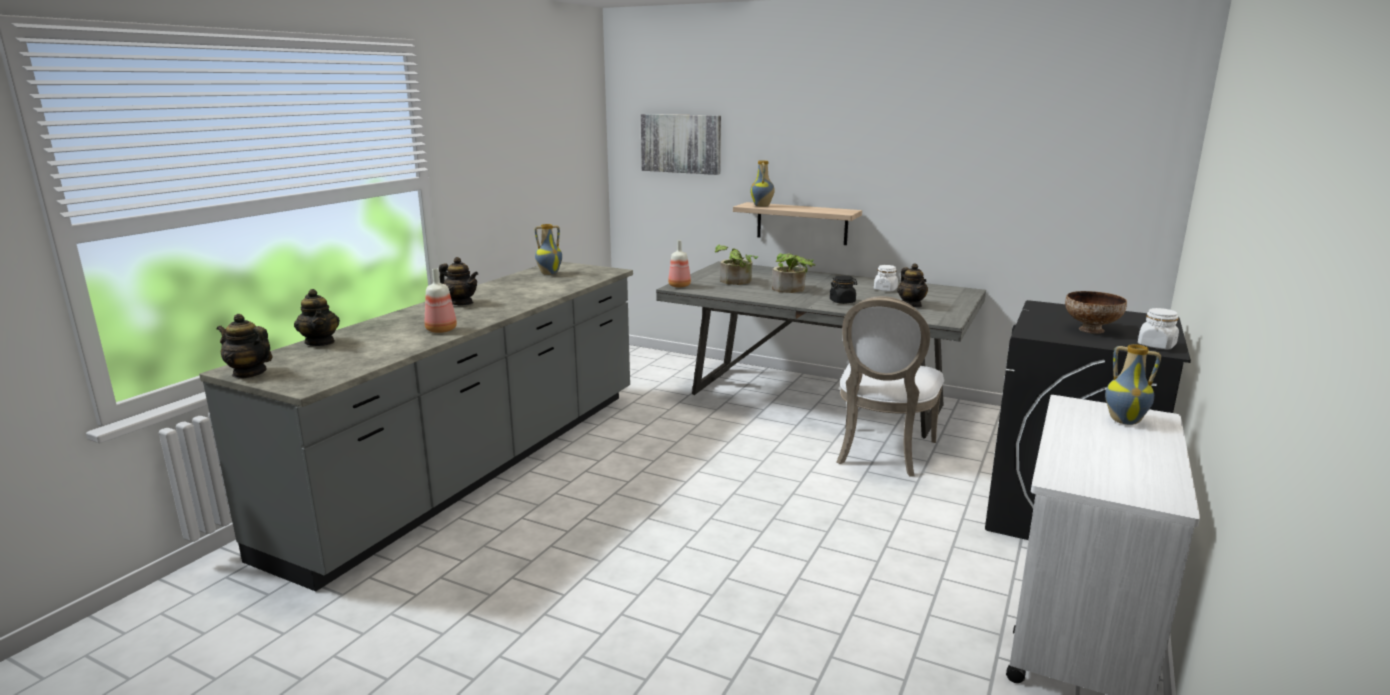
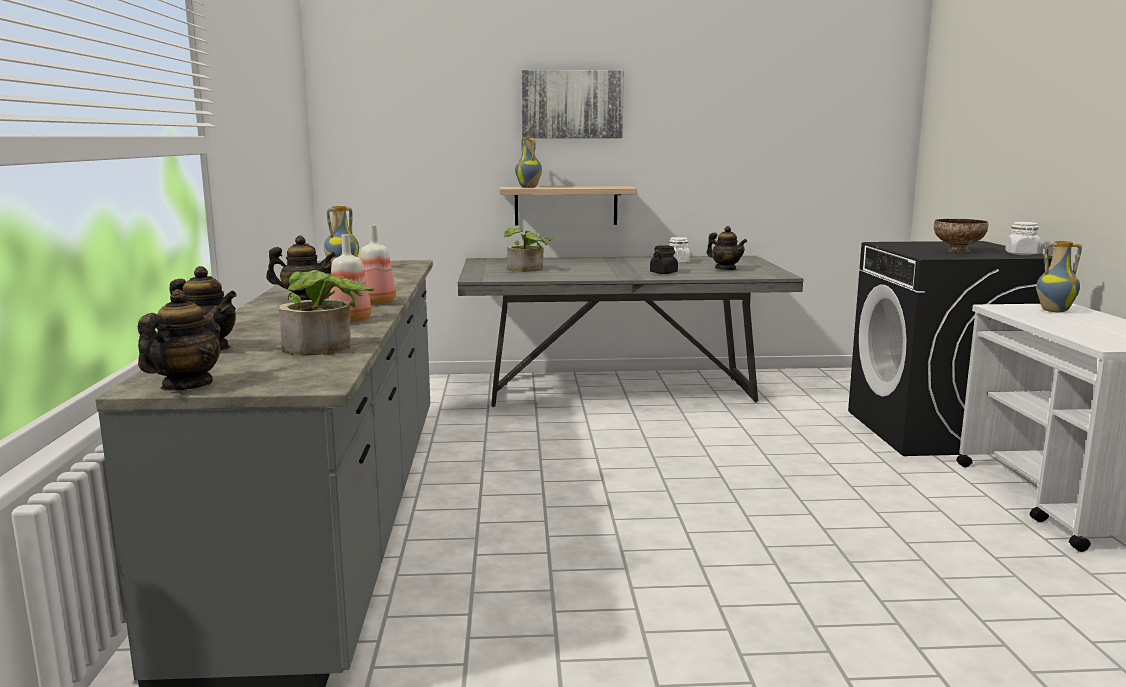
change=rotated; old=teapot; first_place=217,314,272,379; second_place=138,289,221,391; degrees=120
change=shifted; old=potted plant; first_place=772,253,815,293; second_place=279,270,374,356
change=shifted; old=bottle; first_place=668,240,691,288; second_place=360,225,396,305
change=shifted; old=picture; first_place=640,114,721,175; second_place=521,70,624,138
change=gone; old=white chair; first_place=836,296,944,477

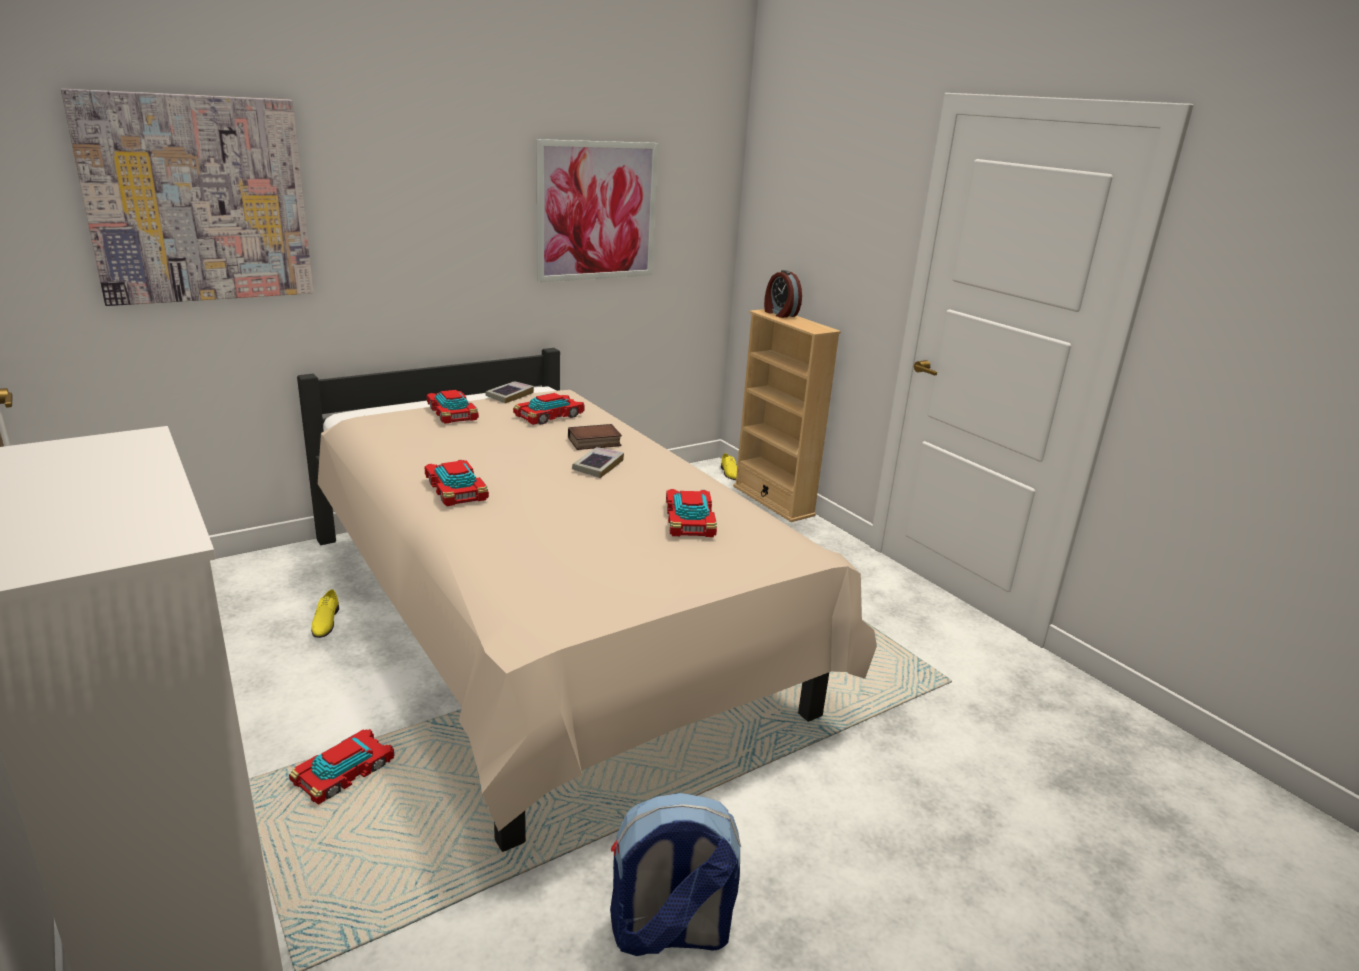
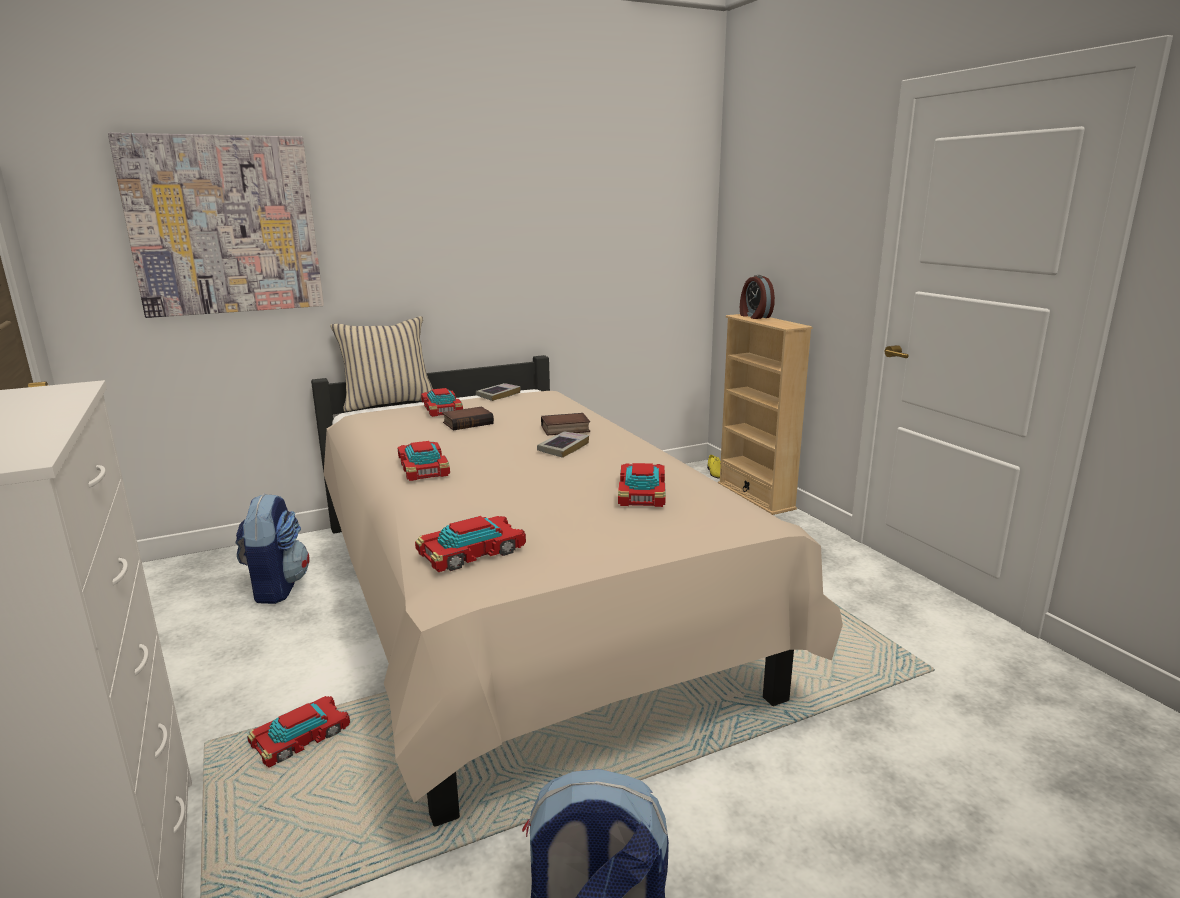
change=new; new=backpack; second_place=235,493,310,604
change=new; new=beige pillow; second_place=330,316,433,412
change=shifted; old=toy car; first_place=513,393,585,425; second_place=415,516,526,572
change=new; new=book; second_place=442,406,494,430
change=gone; old=yellow shoe; first_place=311,590,339,638
change=gone; old=picture; first_place=537,139,658,282

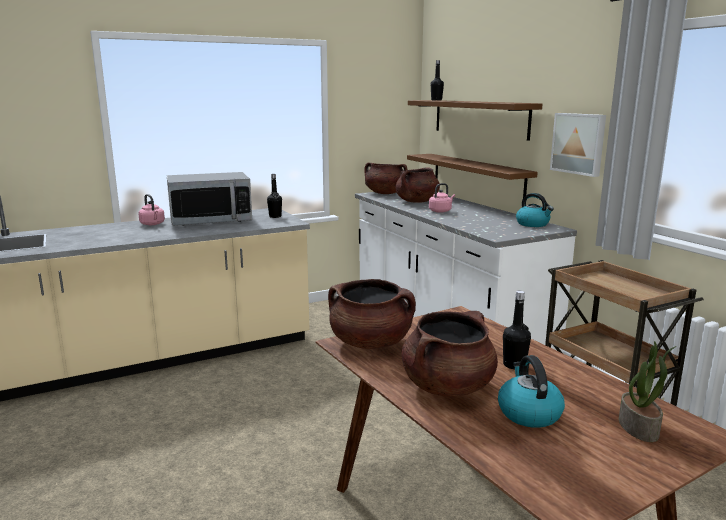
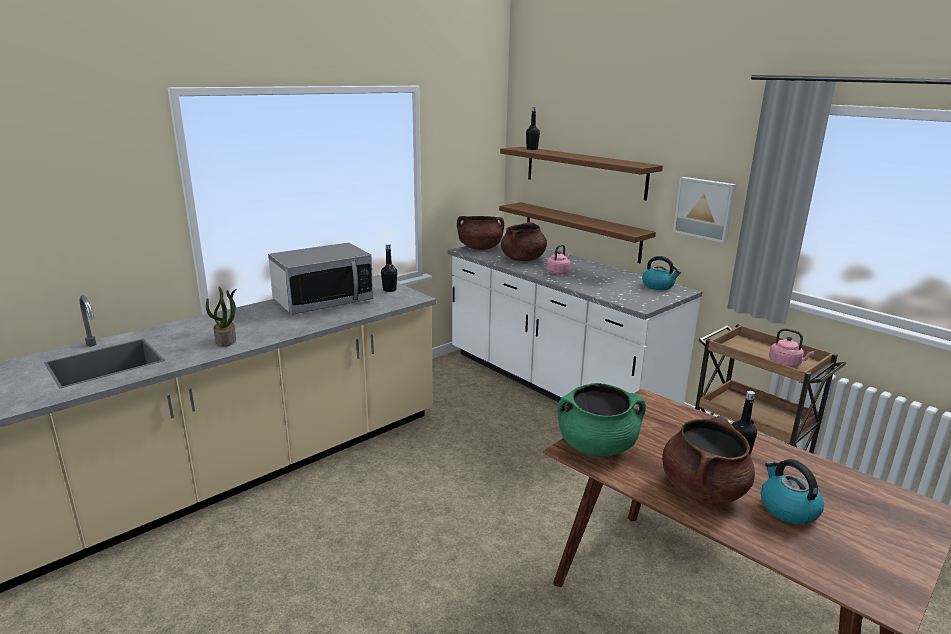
change=shifted; old=potted plant; first_place=619,341,676,442; second_place=206,287,237,347
change=repainted; old=brown cooking pot; new=green cooking pot; first_place=328,279,416,349; second_place=557,383,646,456
change=shifted; old=pink kettle; first_place=138,194,165,225; second_place=769,329,814,367

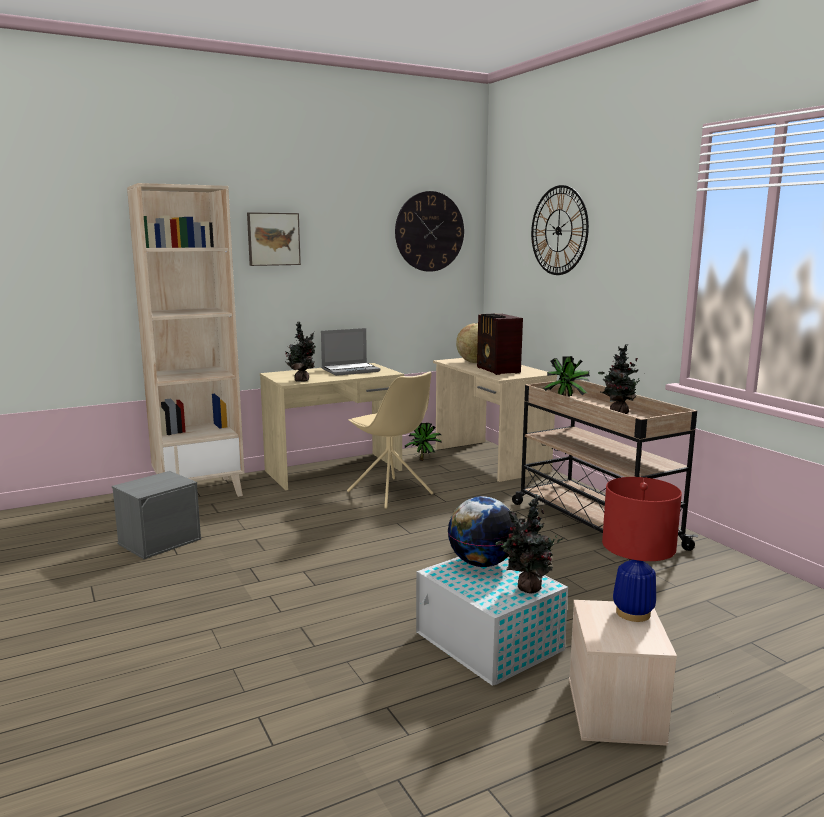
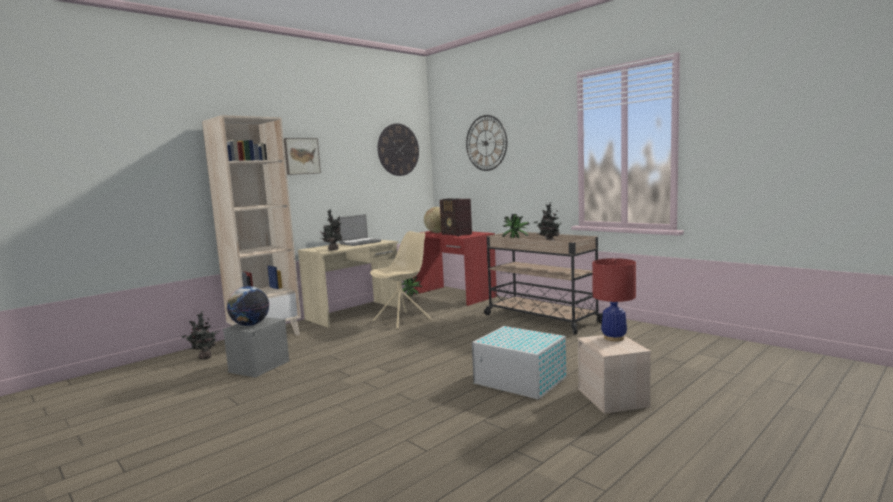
change=shifted; old=potted plant; first_place=495,494,564,594; second_place=182,311,220,360
change=shifted; old=globe; first_place=448,496,515,567; second_place=227,286,269,326
change=rotated; old=beige chair; first_place=347,371,433,509; second_place=370,231,431,329; degrees=-75
change=repainted; old=beige desk; new=red desk; first_place=433,358,557,482; second_place=413,231,497,306

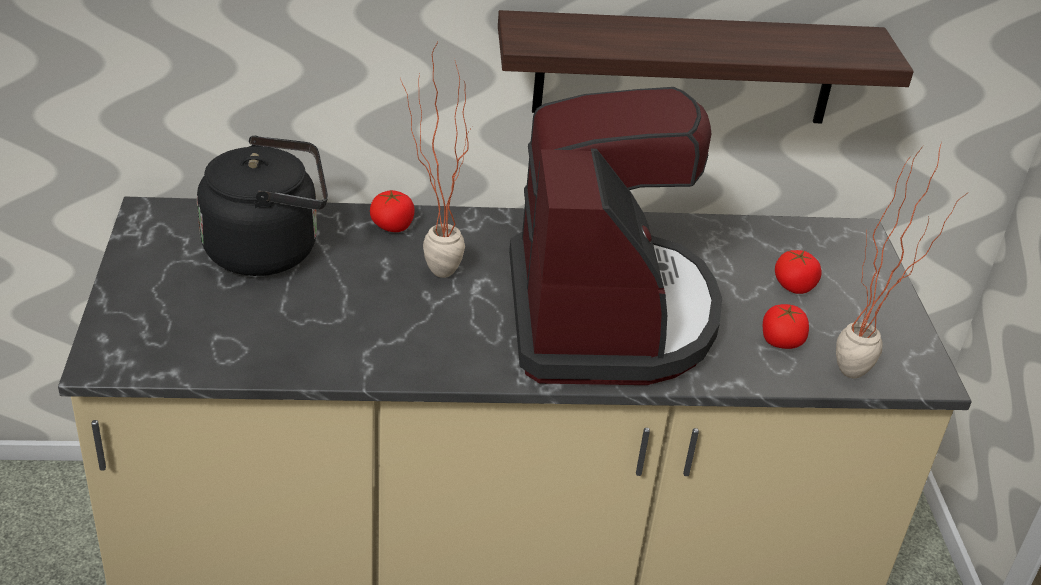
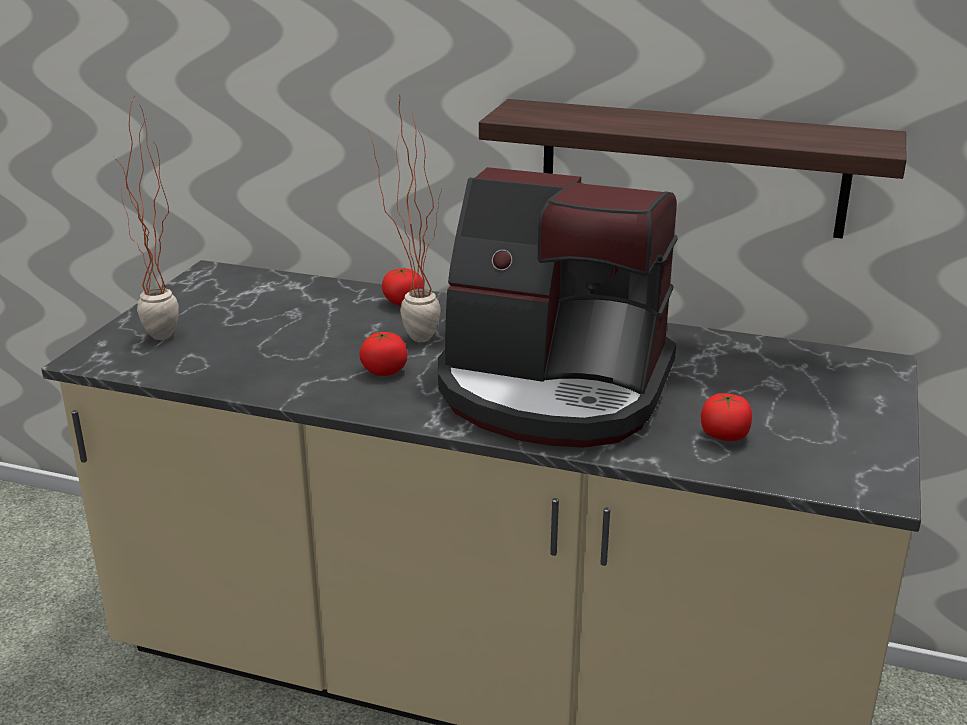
change=shifted; old=potted plant; first_place=836,142,966,378; second_place=112,97,179,340
change=shifted; old=tomato; first_place=775,250,822,294; second_place=359,332,408,376
change=rotated; old=coffee machine; first_place=509,87,722,385; second_place=438,167,678,448; degrees=90
change=gone; old=black kettle; first_place=197,136,328,276

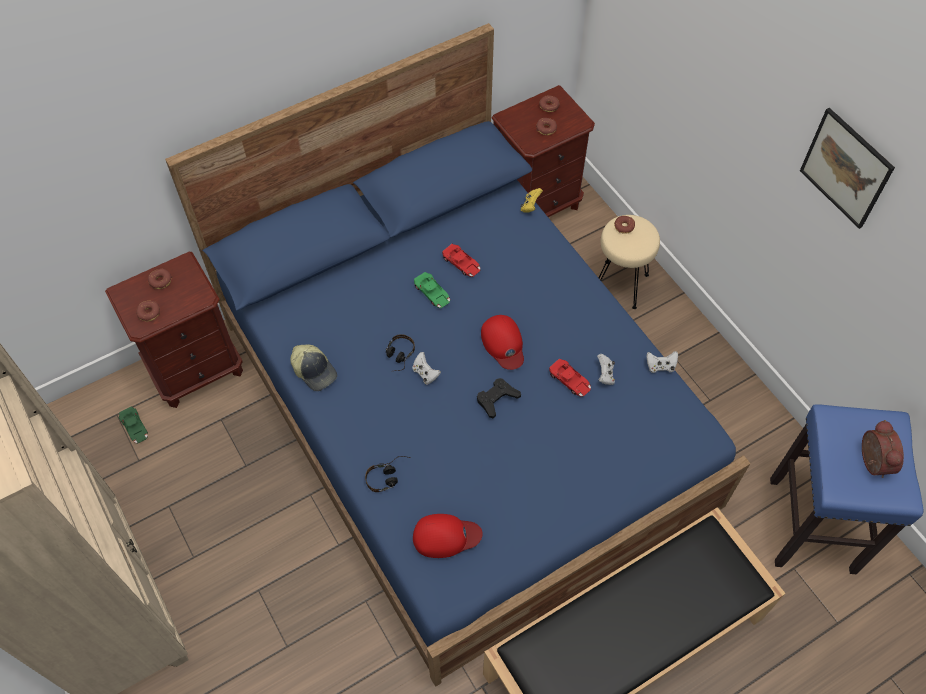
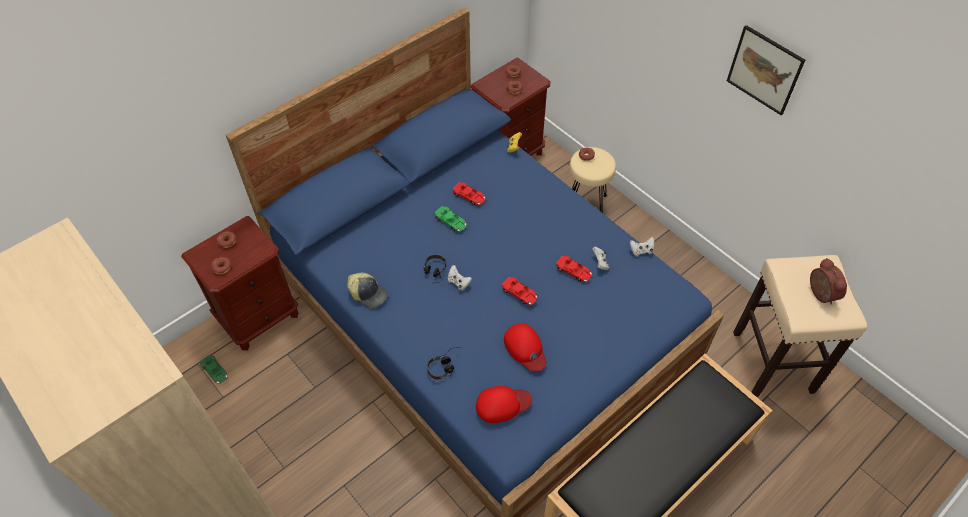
change=swapped; old=black game controller; new=red toy car; first_place=477,378,521,419; second_place=502,277,538,305
change=shifted; old=red cap; first_place=481,315,524,370; second_place=504,323,546,371
change=repainted; old=blue stool; new=beige stool; first_place=770,404,923,574; second_place=733,255,867,397

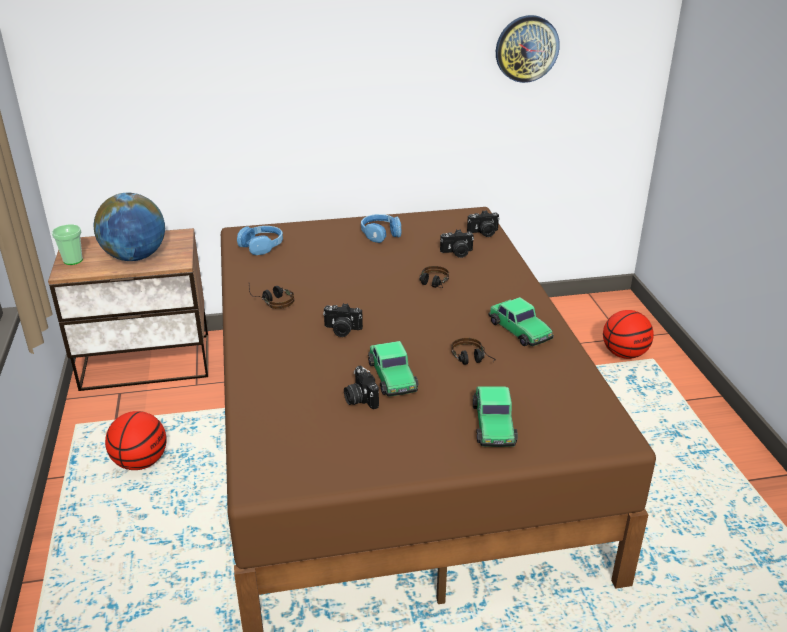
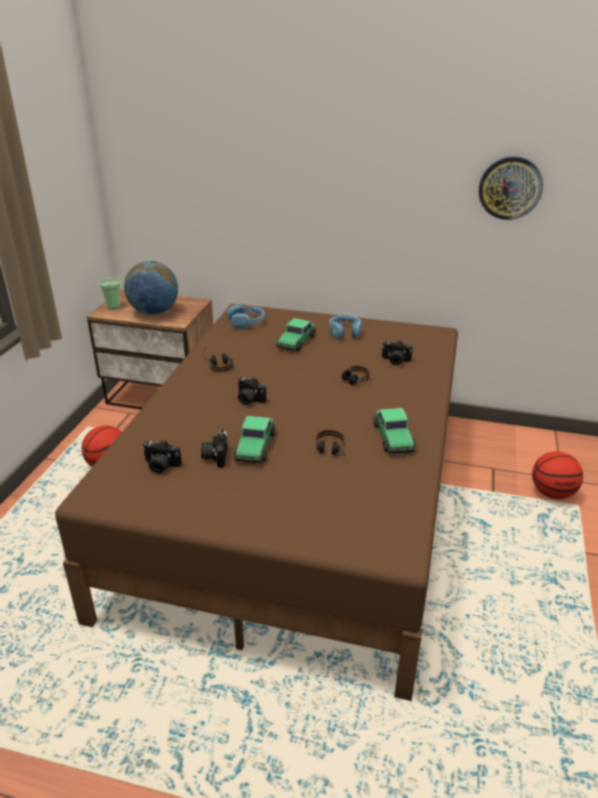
change=shifted; old=photo camera; first_place=467,210,500,237; second_place=142,440,182,474
change=shifted; old=toy car; first_place=473,386,518,447; second_place=276,318,316,351

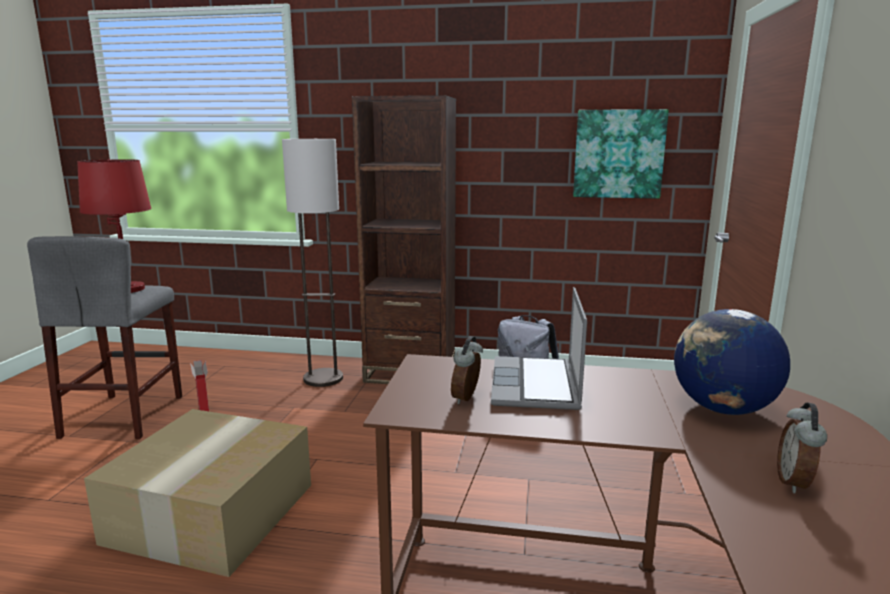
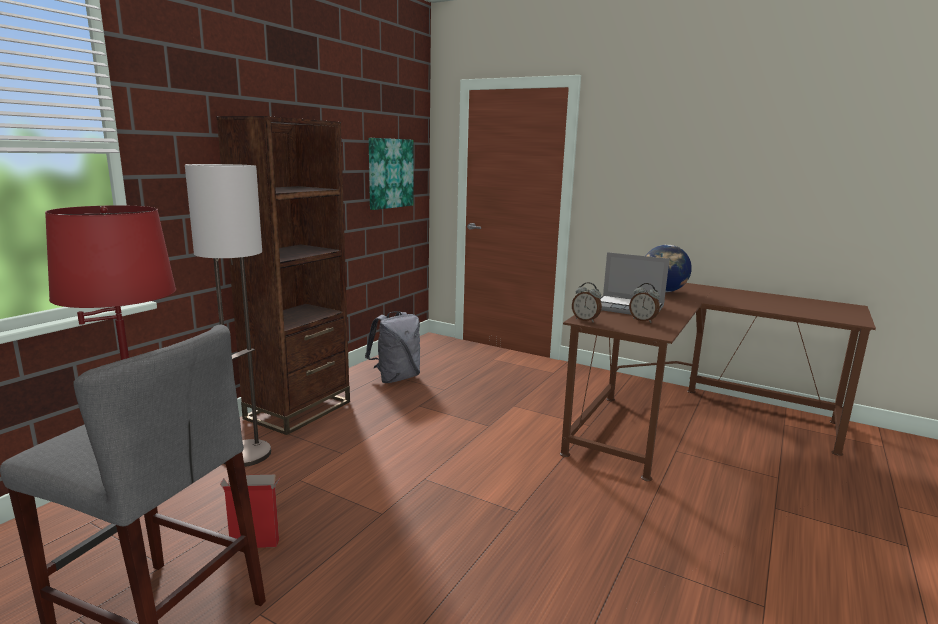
change=shifted; old=alarm clock; first_place=777,402,827,493; second_place=572,282,602,322
change=gone; old=cardboard box; first_place=84,409,311,577

